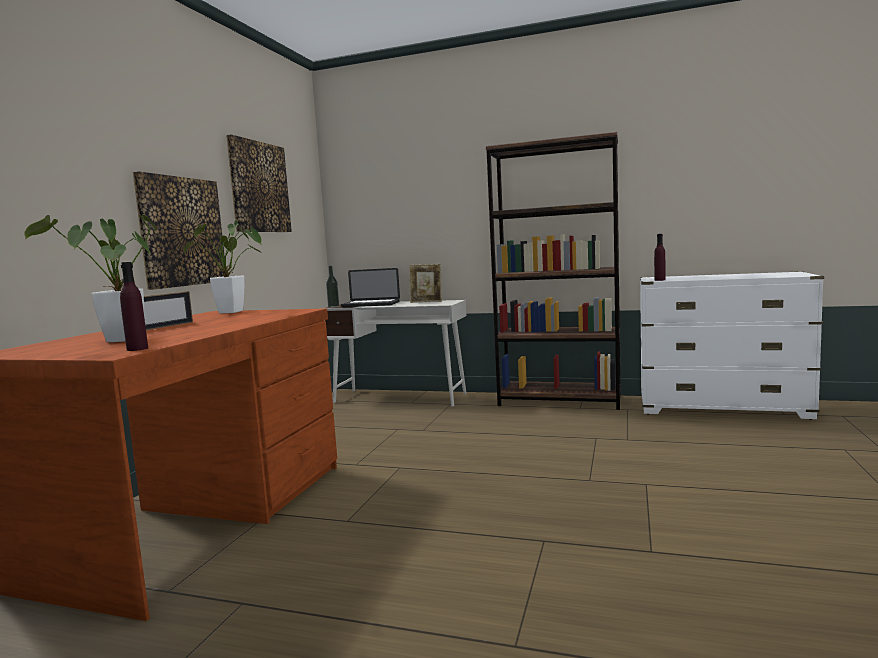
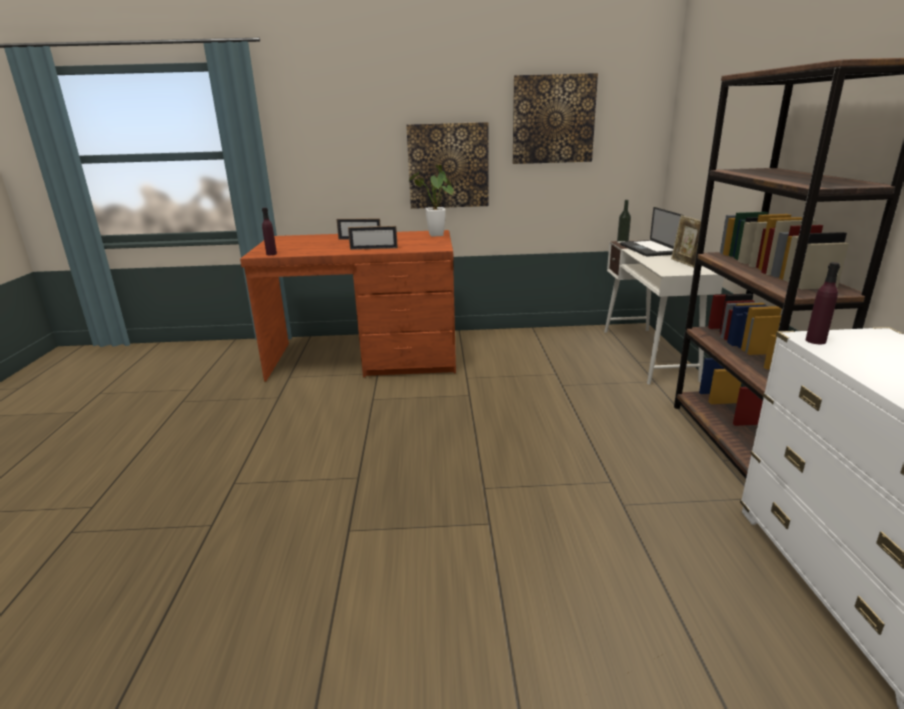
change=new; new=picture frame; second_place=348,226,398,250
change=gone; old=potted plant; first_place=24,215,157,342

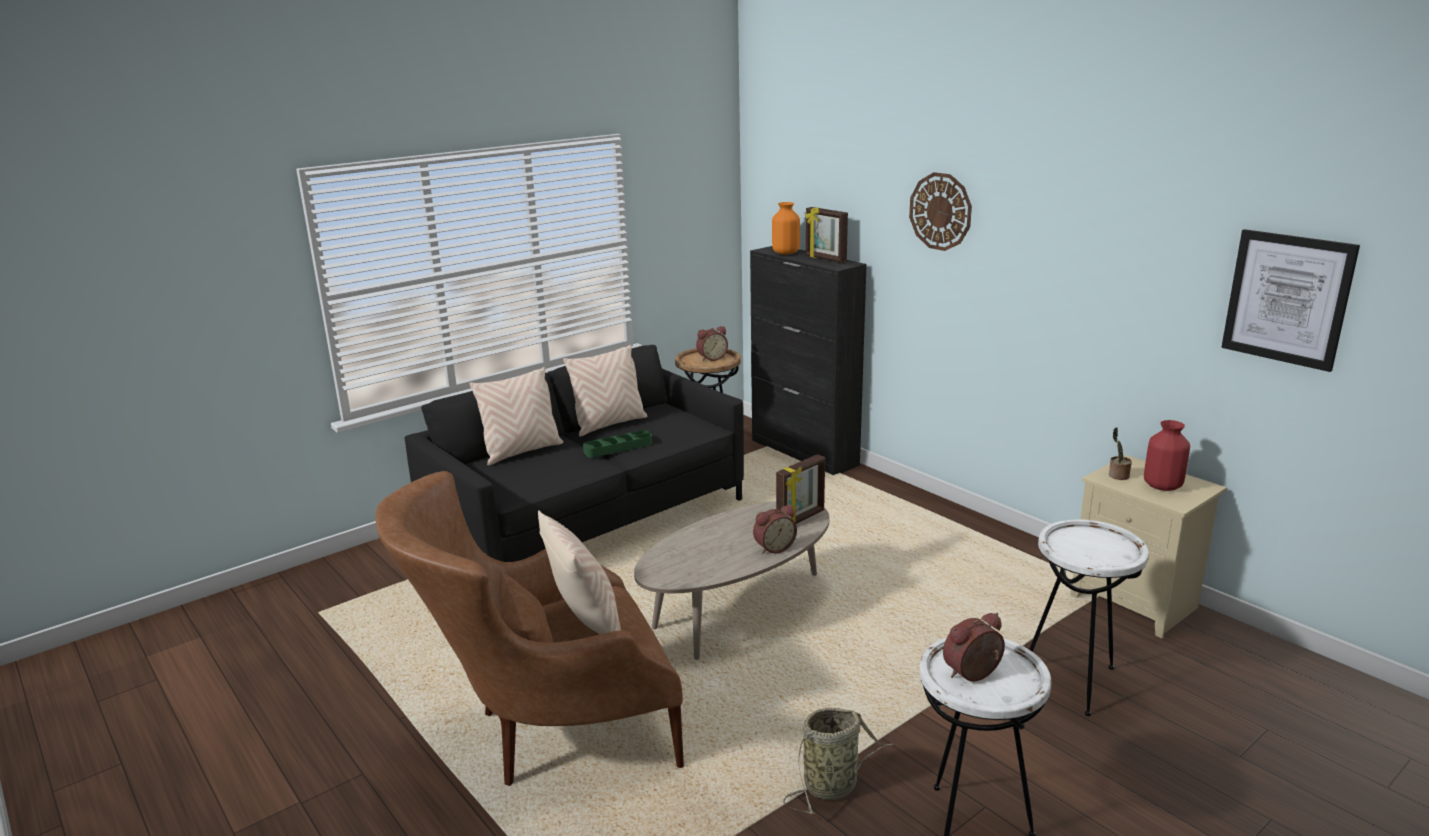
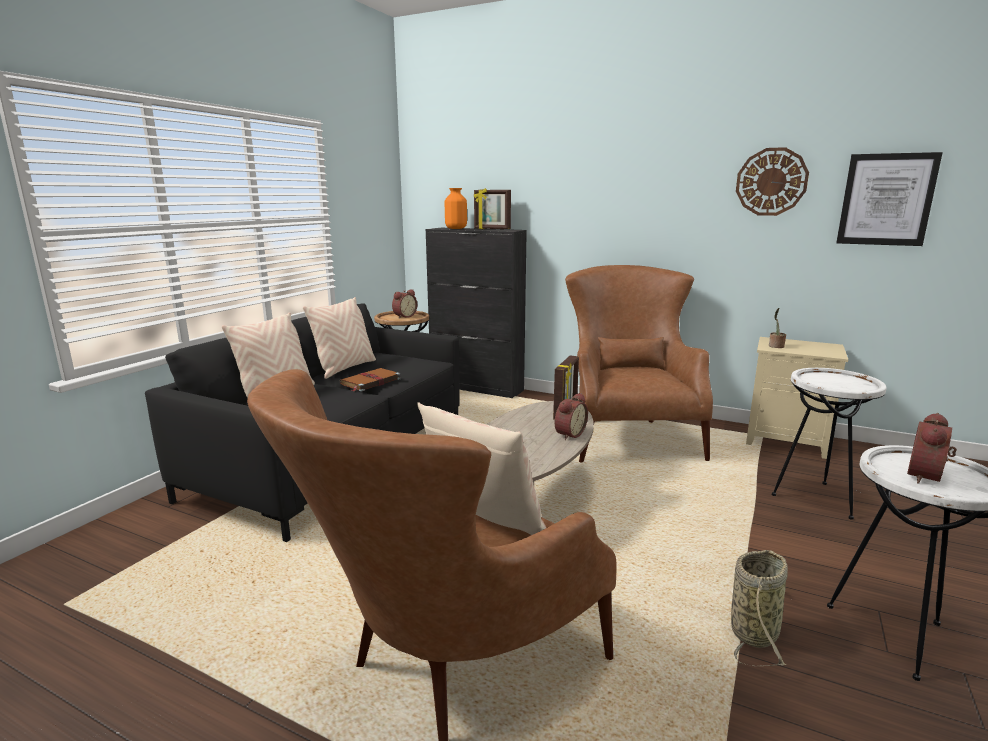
change=swapped; old=green tray; new=brown book; first_place=583,430,652,458; second_place=340,368,401,391
change=new; new=brown armchair; second_place=565,265,713,463
change=shifted; old=wall clock; first_place=909,172,972,251; second_place=736,147,809,216
change=gone; old=red vase; first_place=1144,420,1190,491

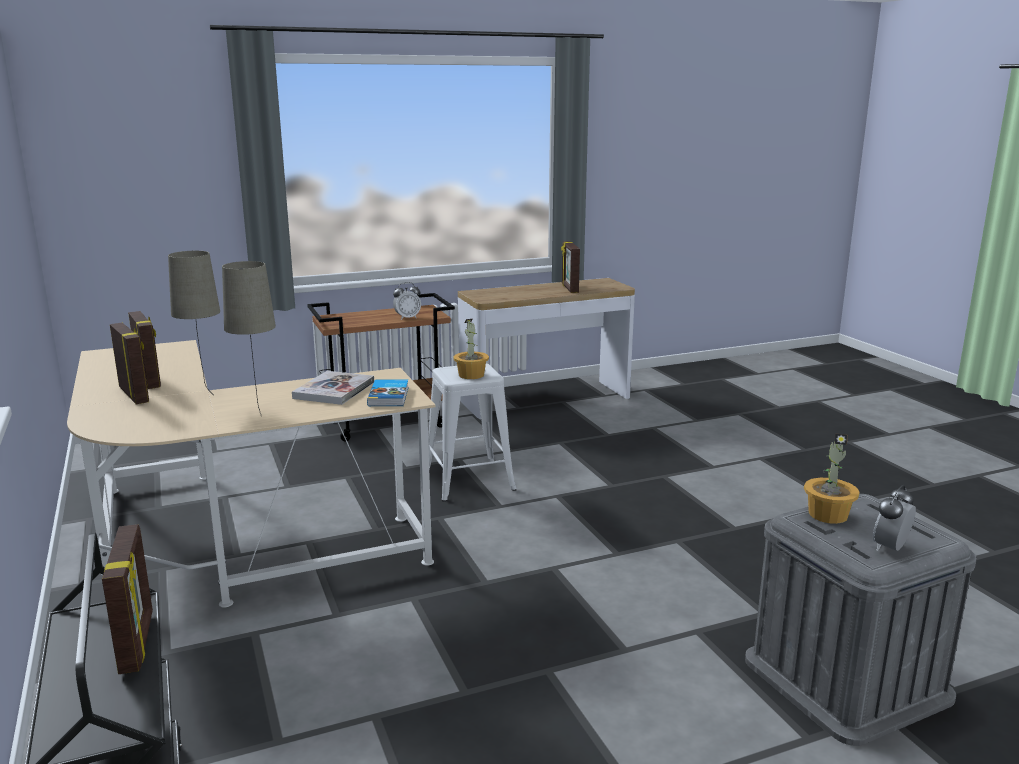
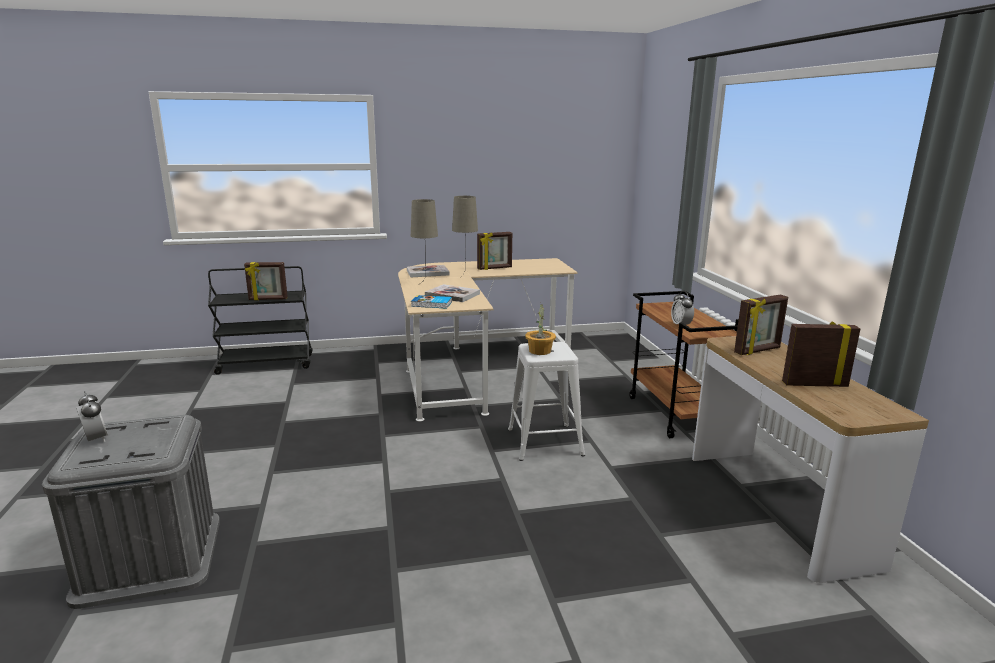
change=new; new=book; second_place=407,265,450,277
change=shifted; old=picture frame; first_place=110,323,149,404; second_place=734,294,788,355
change=gone; old=potted plant; first_place=804,434,860,524

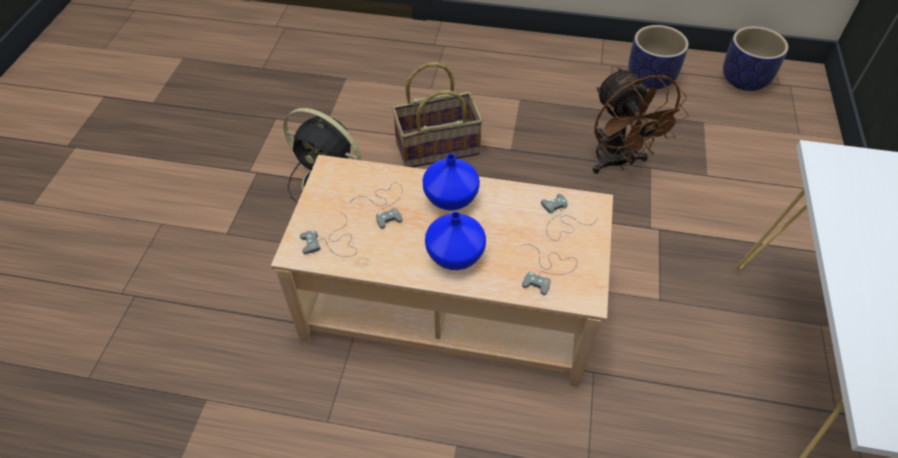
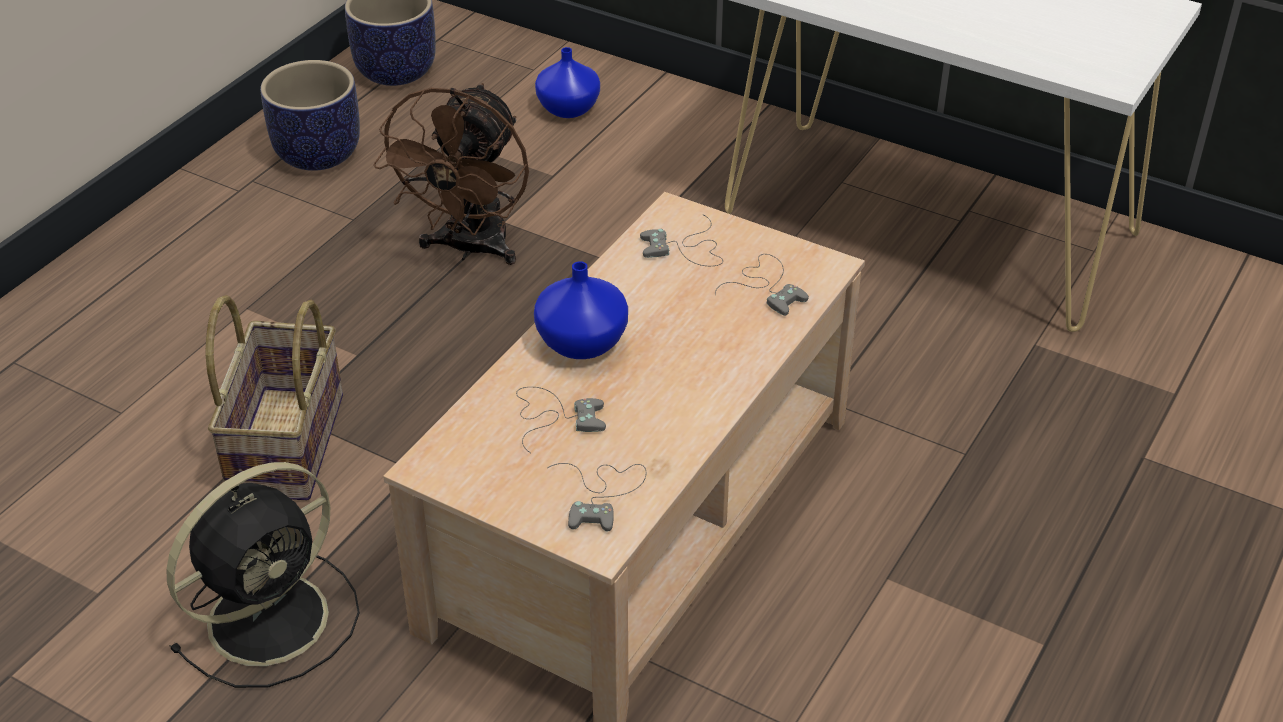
change=rotated; old=brown fan; first_place=593,67,689,174; second_place=373,83,529,265; degrees=105
change=shifted; old=blue vase; first_place=425,212,486,270; second_place=535,47,600,118

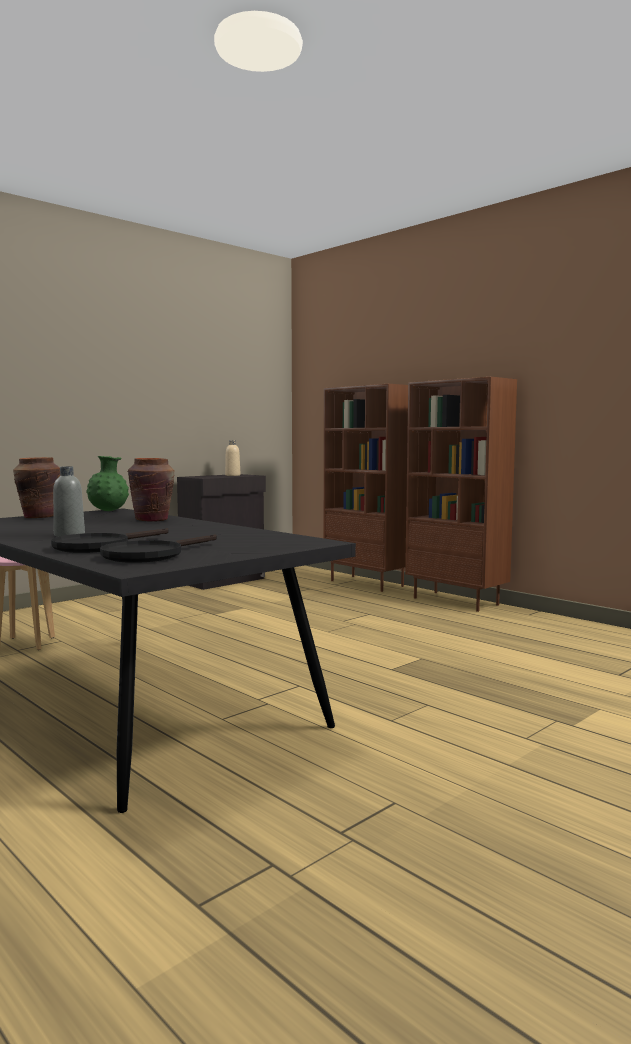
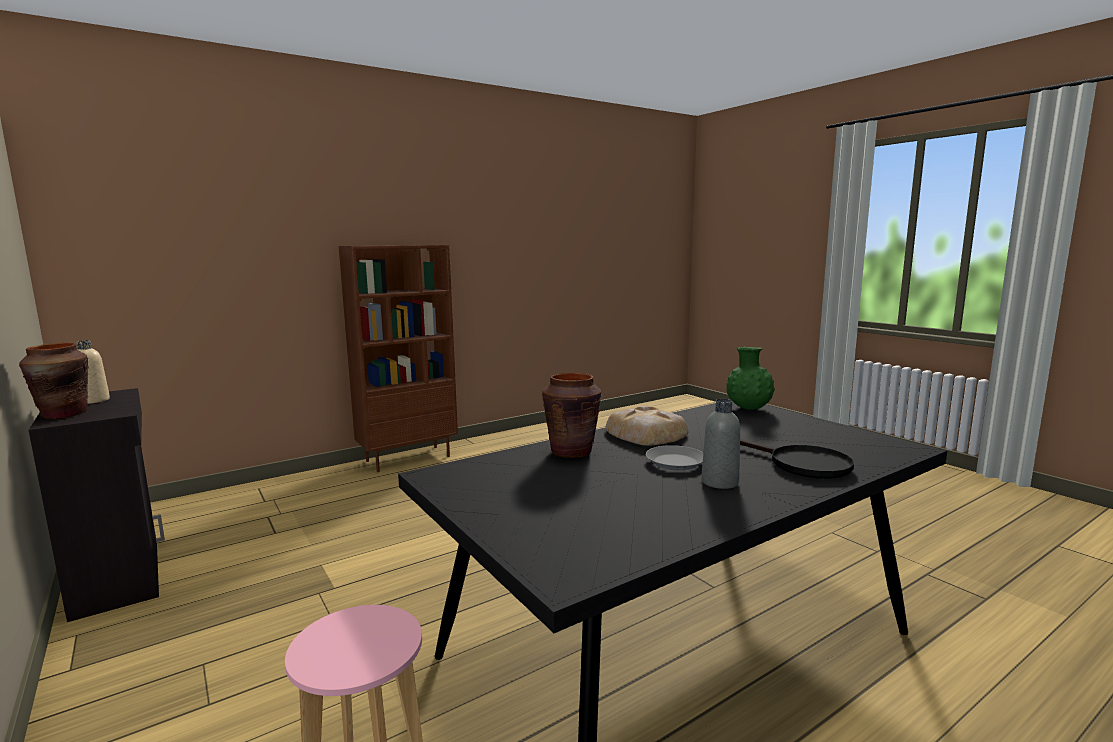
change=shifted; old=brown vase; first_place=13,457,60,518; second_place=19,343,89,419
change=new; new=bread; second_place=606,405,688,446
change=new; new=grey plate; second_place=646,445,703,470
change=shifted; old=green vase; first_place=86,456,129,511; second_place=726,347,775,410
change=gone; old=black frying pan; first_place=100,534,217,563
change=gone; old=brown bookcase; first_place=324,384,408,592

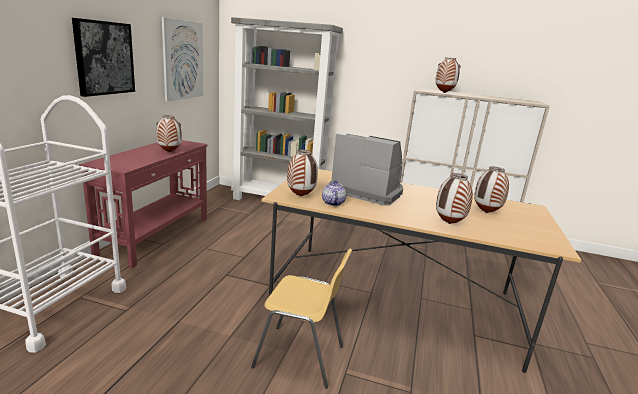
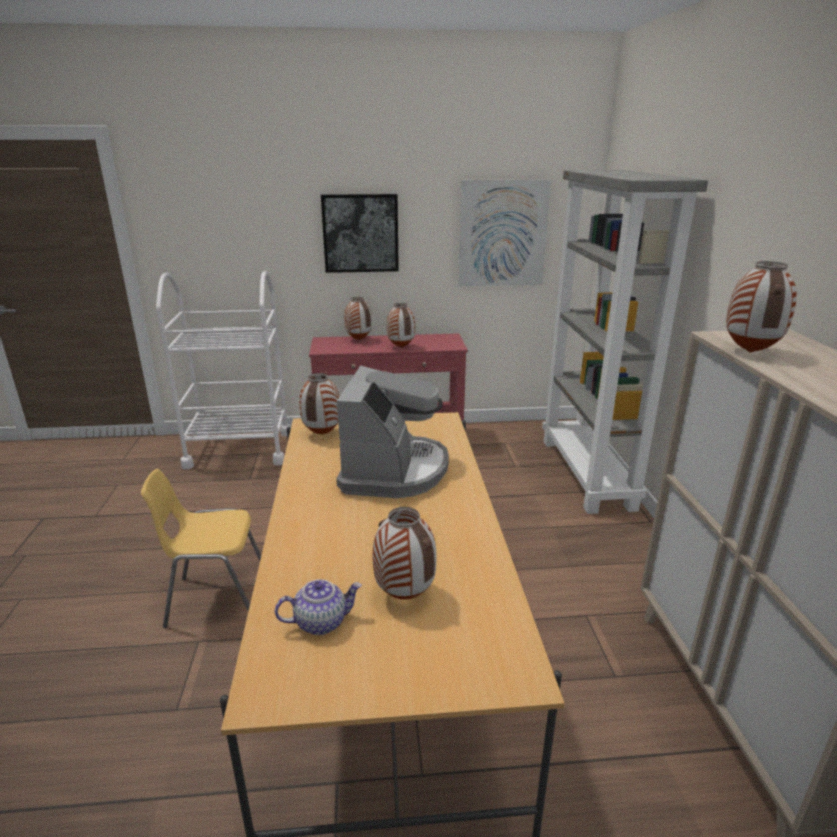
change=rotated; old=yellow chair; first_place=251,249,352,389; second_place=141,469,261,628; degrees=90
change=shifted; old=teapot; first_place=322,180,346,206; second_place=275,579,362,635
change=shifted; old=vase; first_place=436,173,473,224; second_place=344,297,372,340

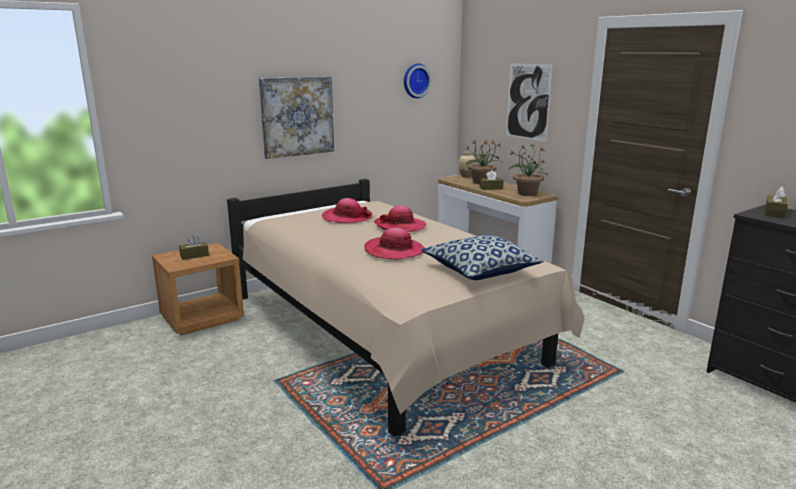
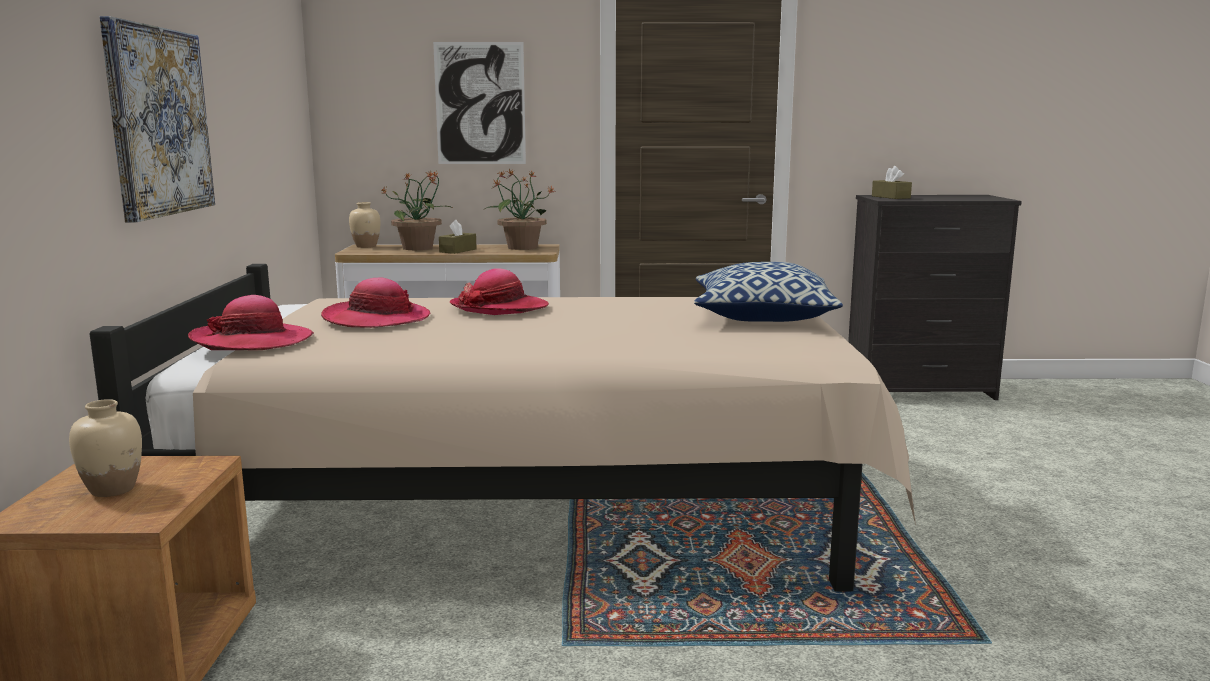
change=swapped; old=brown tissue box; new=beige vase; first_place=179,235,209,260; second_place=69,399,142,497
change=shifted; old=hat; first_place=364,228,424,260; second_place=188,295,314,350
change=gone; old=wall clock; first_place=404,64,431,98

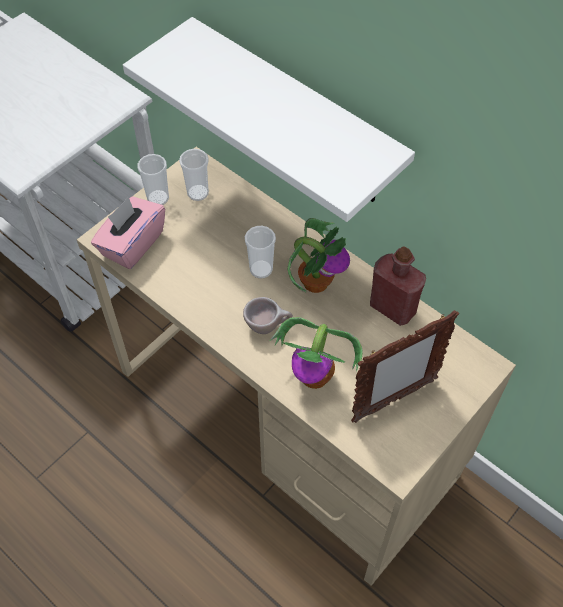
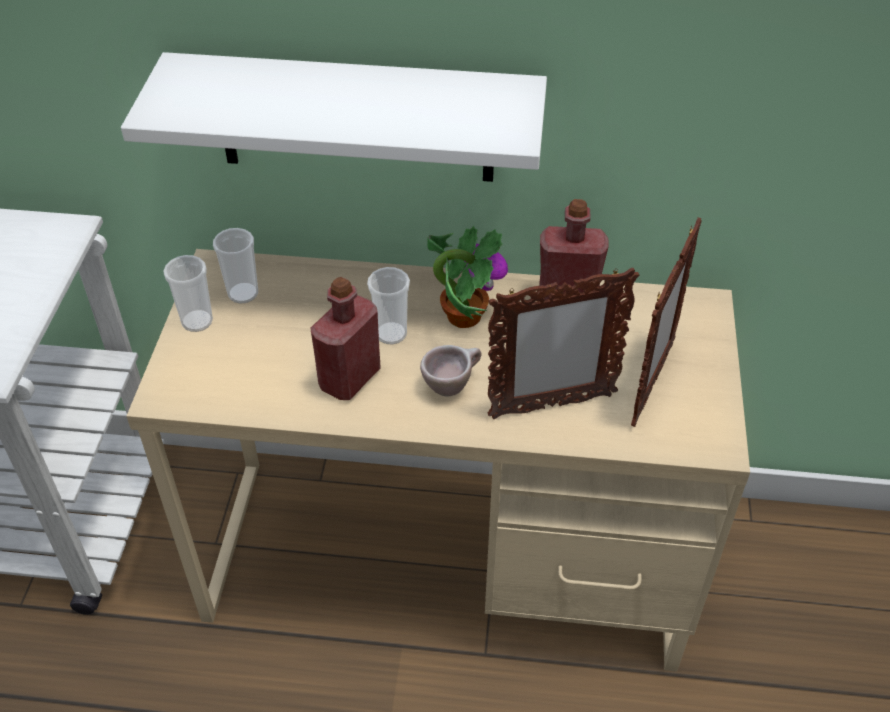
change=new; new=red bottle; second_place=310,277,381,400
change=swapped; old=potted plant; new=picture frame; first_place=270,317,363,389; second_place=488,268,639,419
change=gone; old=pink tissue box; first_place=91,196,165,269

